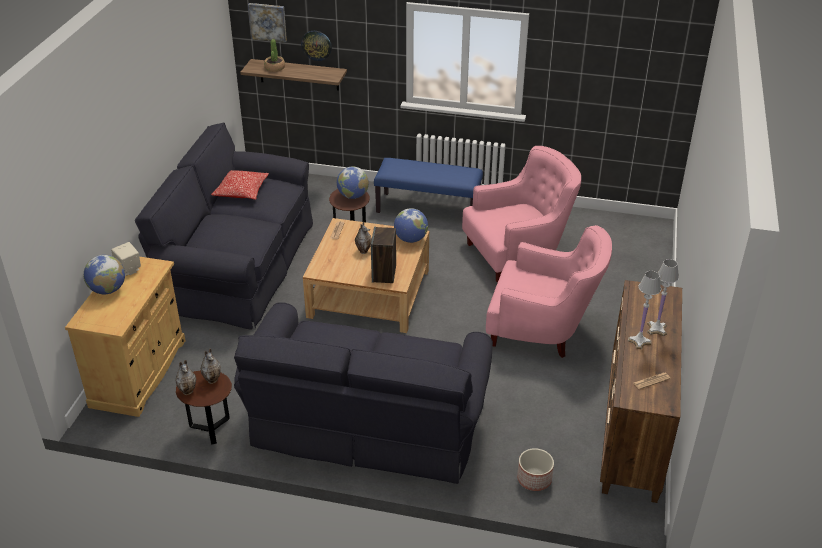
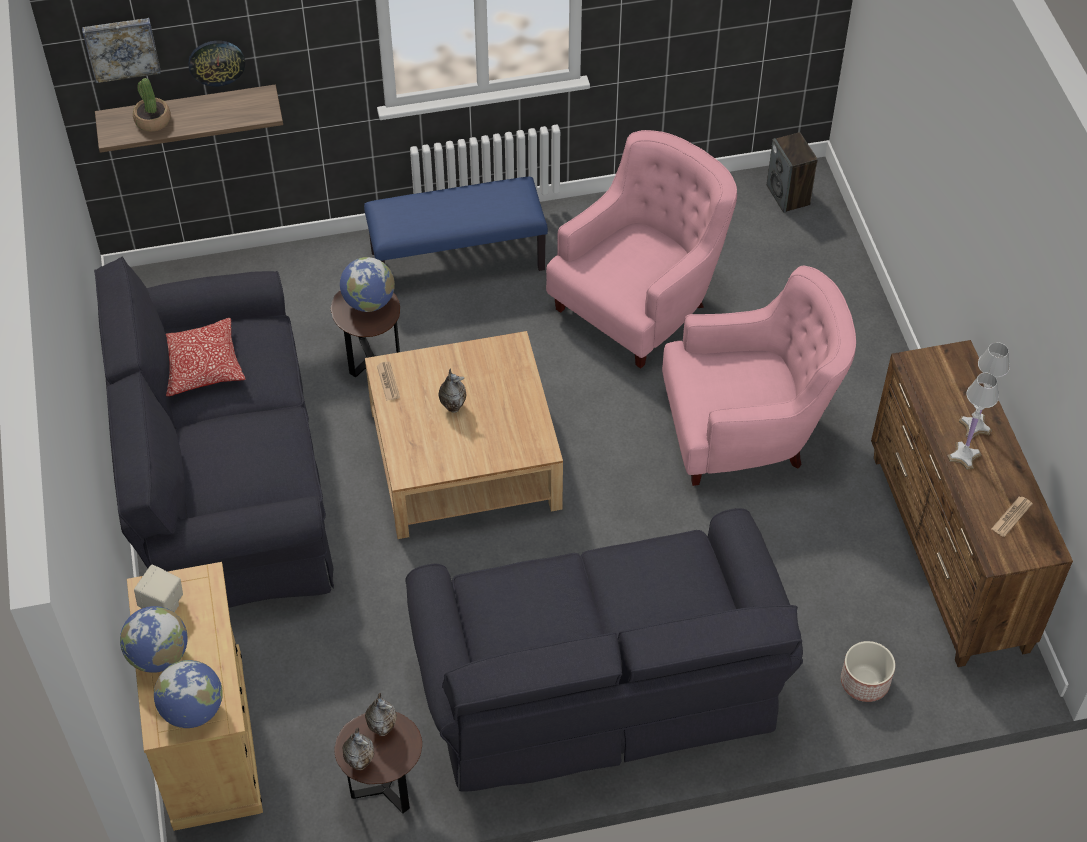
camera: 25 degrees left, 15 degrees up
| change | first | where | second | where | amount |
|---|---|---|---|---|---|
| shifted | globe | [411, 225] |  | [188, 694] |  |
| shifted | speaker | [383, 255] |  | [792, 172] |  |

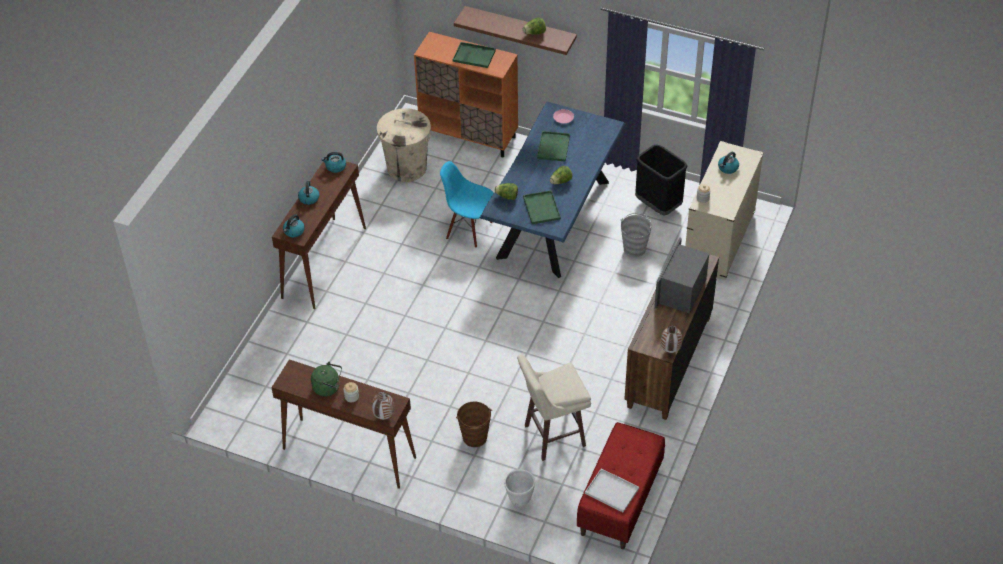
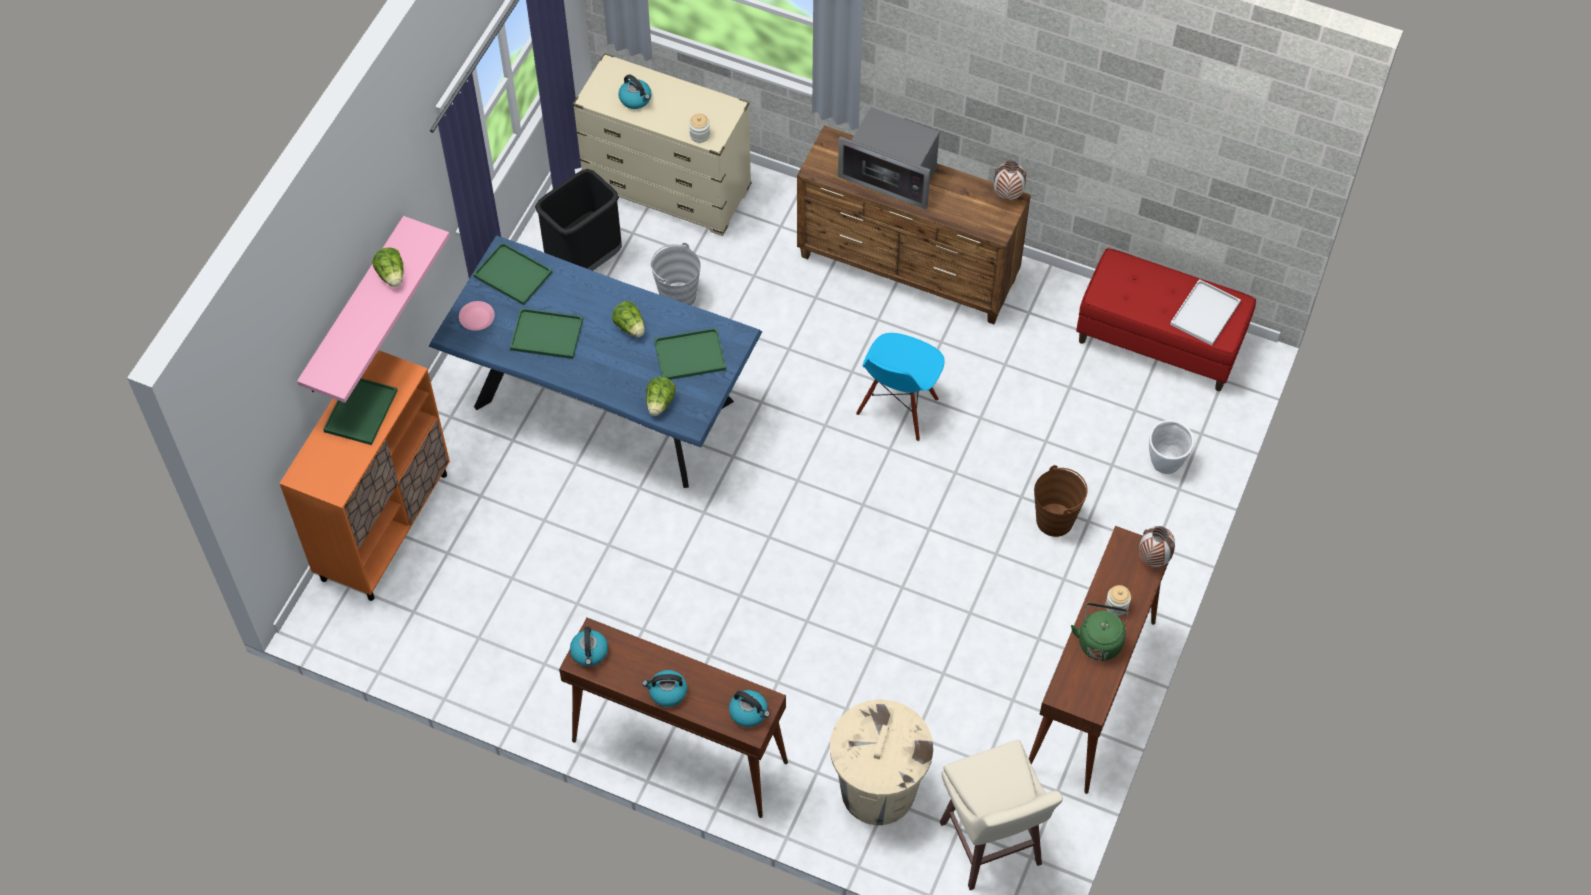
camera: 90 degrees left, 10 degrees up
| change | first | where | second | where | amount |
|---|---|---|---|---|---|
| repainted | shelf in brown | [515, 30] | shelf in pink | [373, 309] |  |
| shifted | trash can in beige | [404, 145] |  | [881, 762] |  |
| shifted | chair in blue | [467, 204] |  | [900, 387] |  |
| shifted | stool in beige | [554, 408] |  | [1001, 815] |  |
| new |  |  | tray in green | [512, 273] |  |

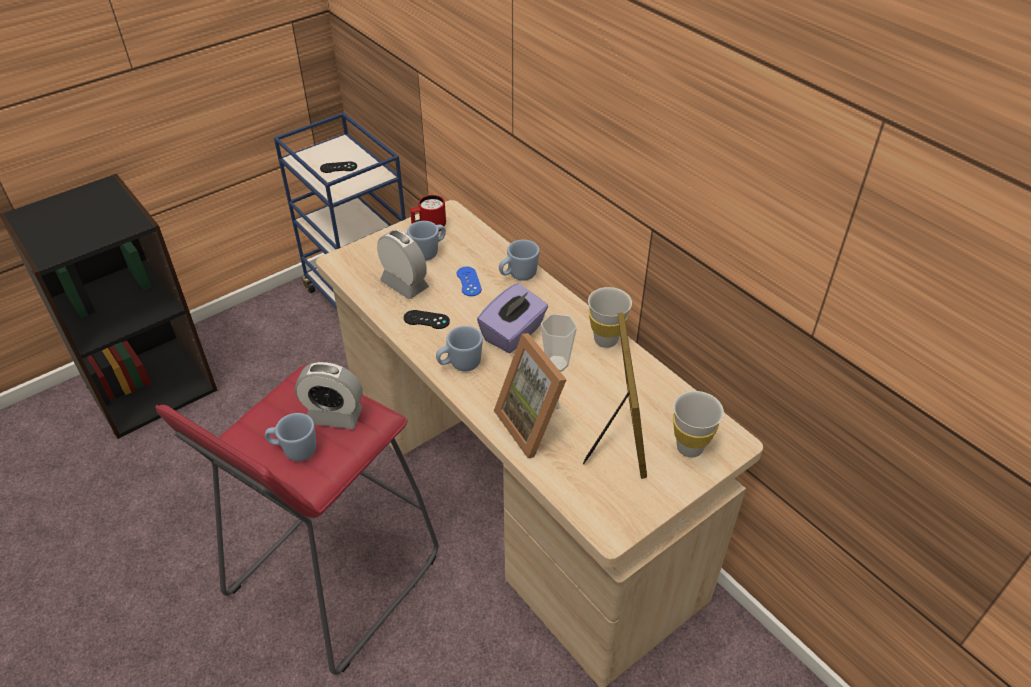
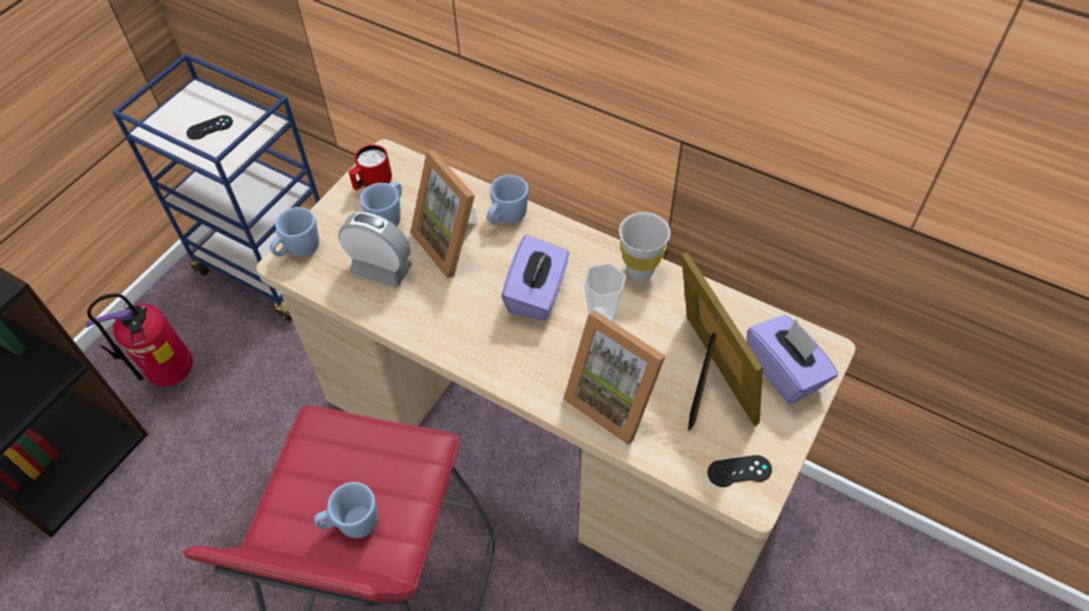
camera: 20 degrees left, 10 degrees up
| change | first | where | second | where | amount |
|---|---|---|---|---|---|
| swapped | game controller in blue | [469, 281] | picture frame | [444, 214] |  |
| shifted | game controller in black | [427, 319] |  | [739, 471] |  |
| shifted | mug in blue | [459, 348] |  | [294, 232] |  |
| gone | alarm clock | [329, 395] |  |  |  |
| swapped | cup in white | [698, 424] | tissue box in purple | [792, 359] |  |
| new |  |  | fire extinguisher | [139, 339] |  |

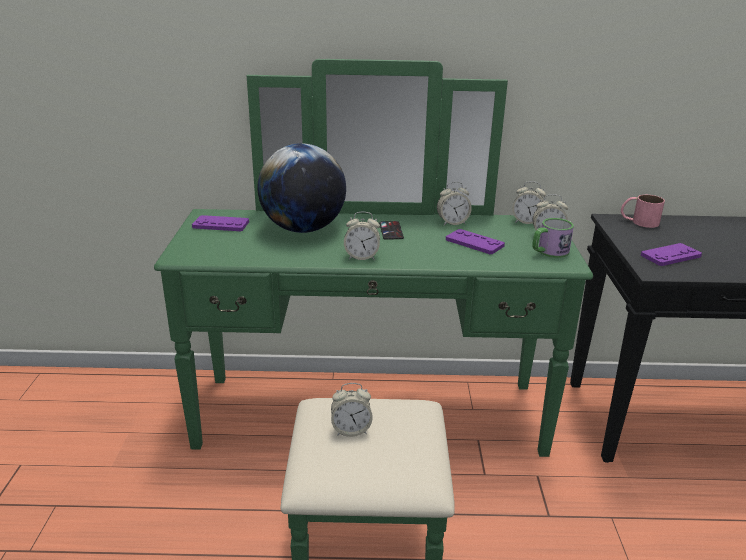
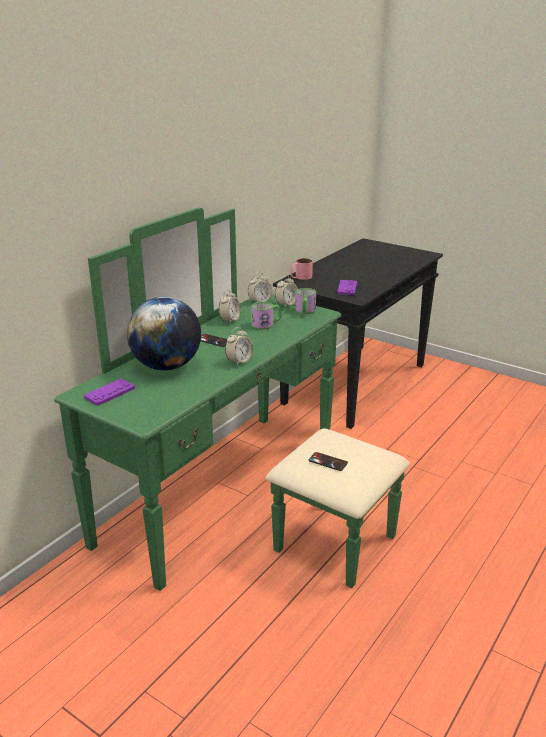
camera: 55 degrees left, 0 degrees up
| change | first | where | second | where | amount |
|---|---|---|---|---|---|
| swapped | game controller in purple | [475, 241] | mug | [266, 316] |  |
| swapped | alarm clock | [352, 410] | phone | [328, 461] |  |

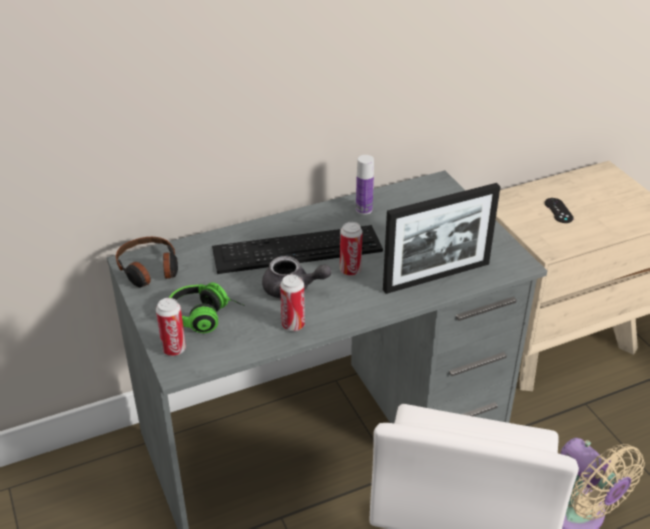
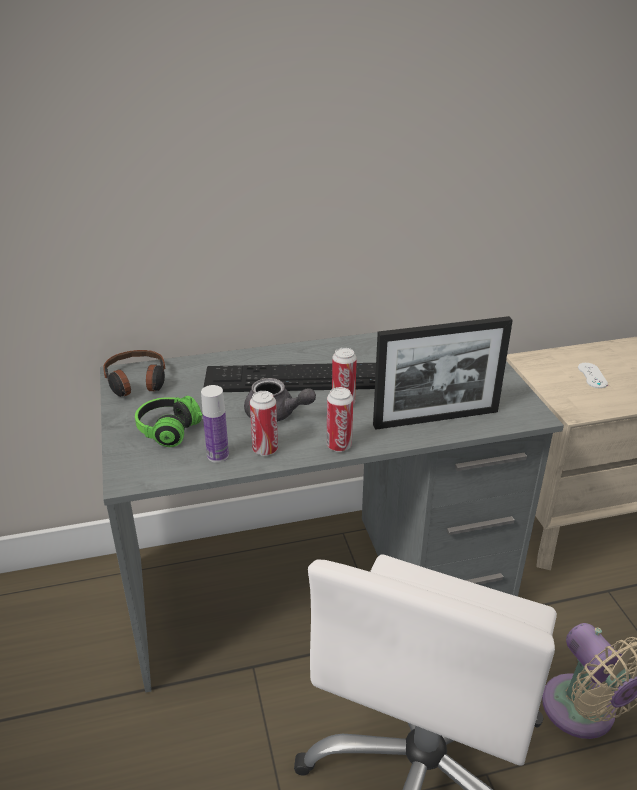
camera: 10 degrees right, 5 degrees down
| change | first | where | second | where | amount |
|---|---|---|---|---|---|
| shifted | bottle | [365, 185] |  | [215, 424] |  |
| repainted | game controller in black | [559, 210] | game controller in white | [593, 375] |  |
| shifted | can | [171, 327] |  | [340, 419] |  |

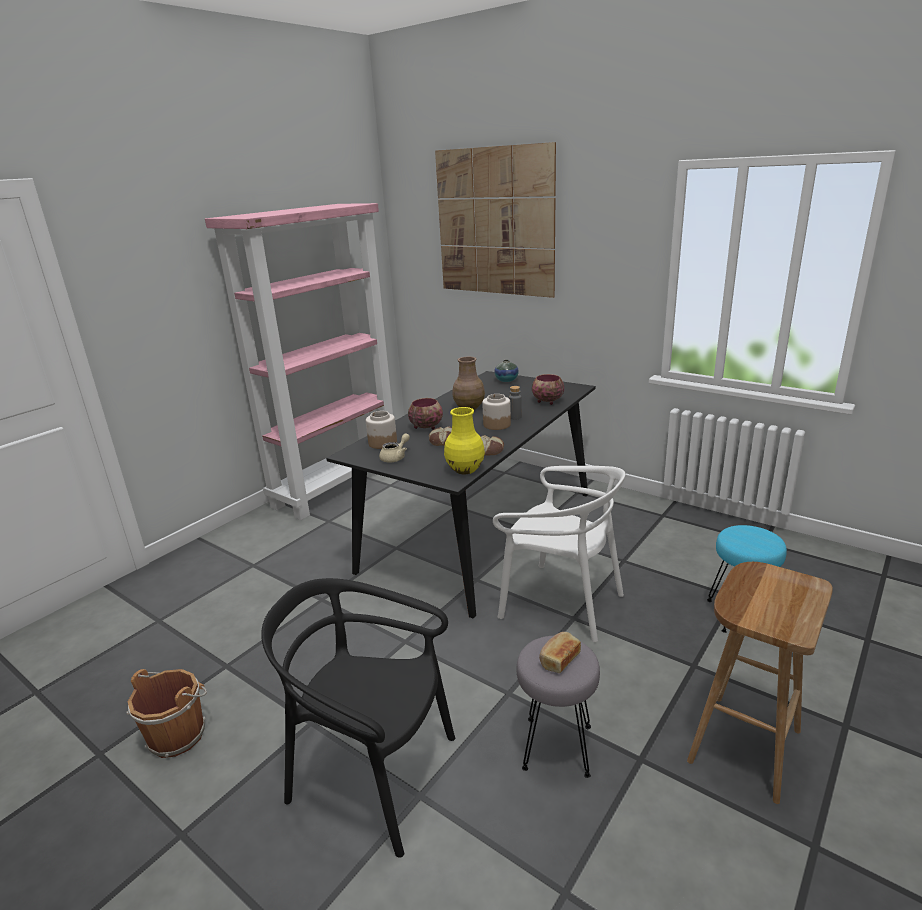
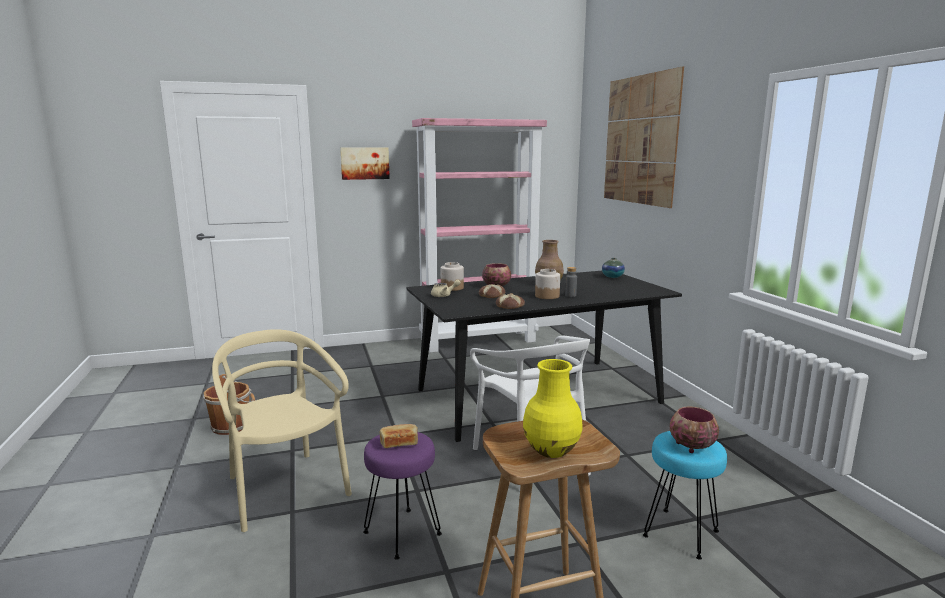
camera: 35 degrees right, 10 degrees down
| change | first | where | second | where | amount |
|---|---|---|---|---|---|
| shifted | bowl | [548, 389] |  | [694, 429] |  |
| shifted | vase in yellow | [464, 440] |  | [553, 408] |  |
| repainted | chair in black | [358, 718] | chair in beige | [282, 430] |  |
| repainted | stool in grey | [558, 707] | stool in purple | [402, 495] |  |
| new |  |  | picture | [365, 164] |  |

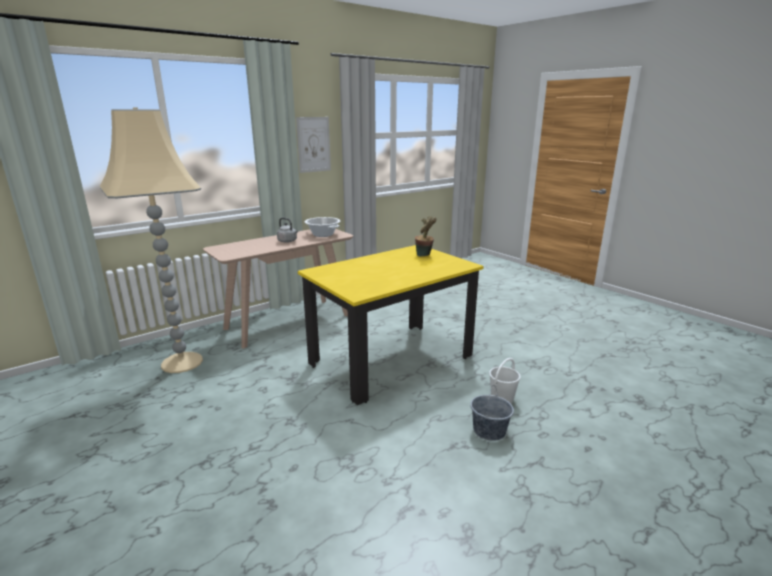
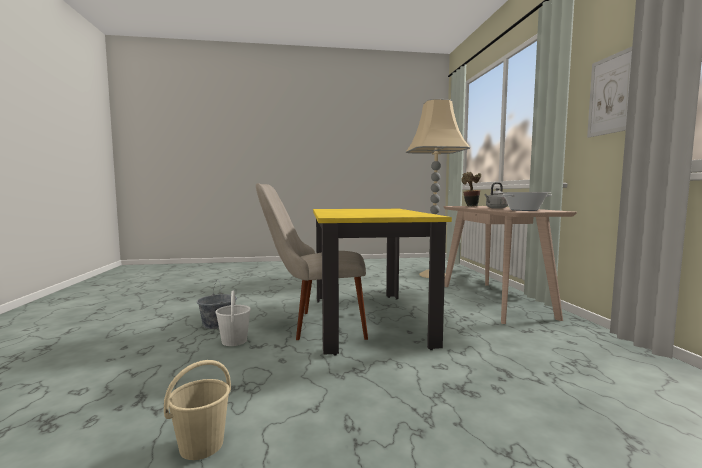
camera: 120 degrees right, 15 degrees down
| change | first | where | second | where | amount |
|---|---|---|---|---|---|
| shifted | potted plant | [425, 236] |  | [471, 189] |  |
| new |  |  | chair in beige | [312, 261] |  |
| new |  |  | bucket in beige | [197, 410] |  |

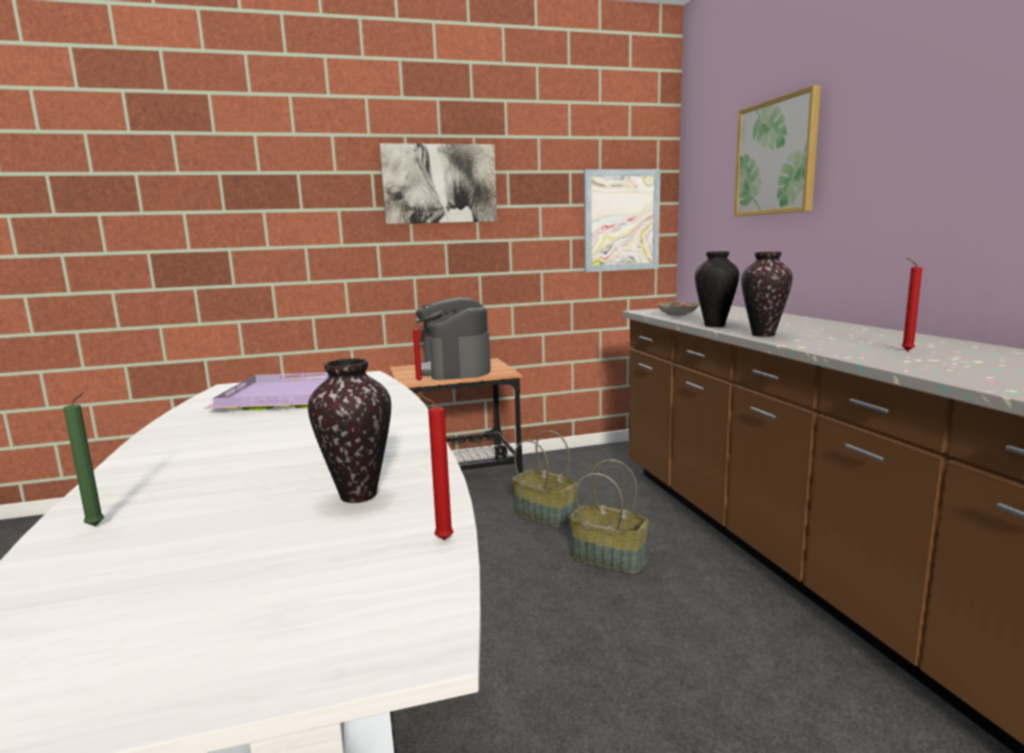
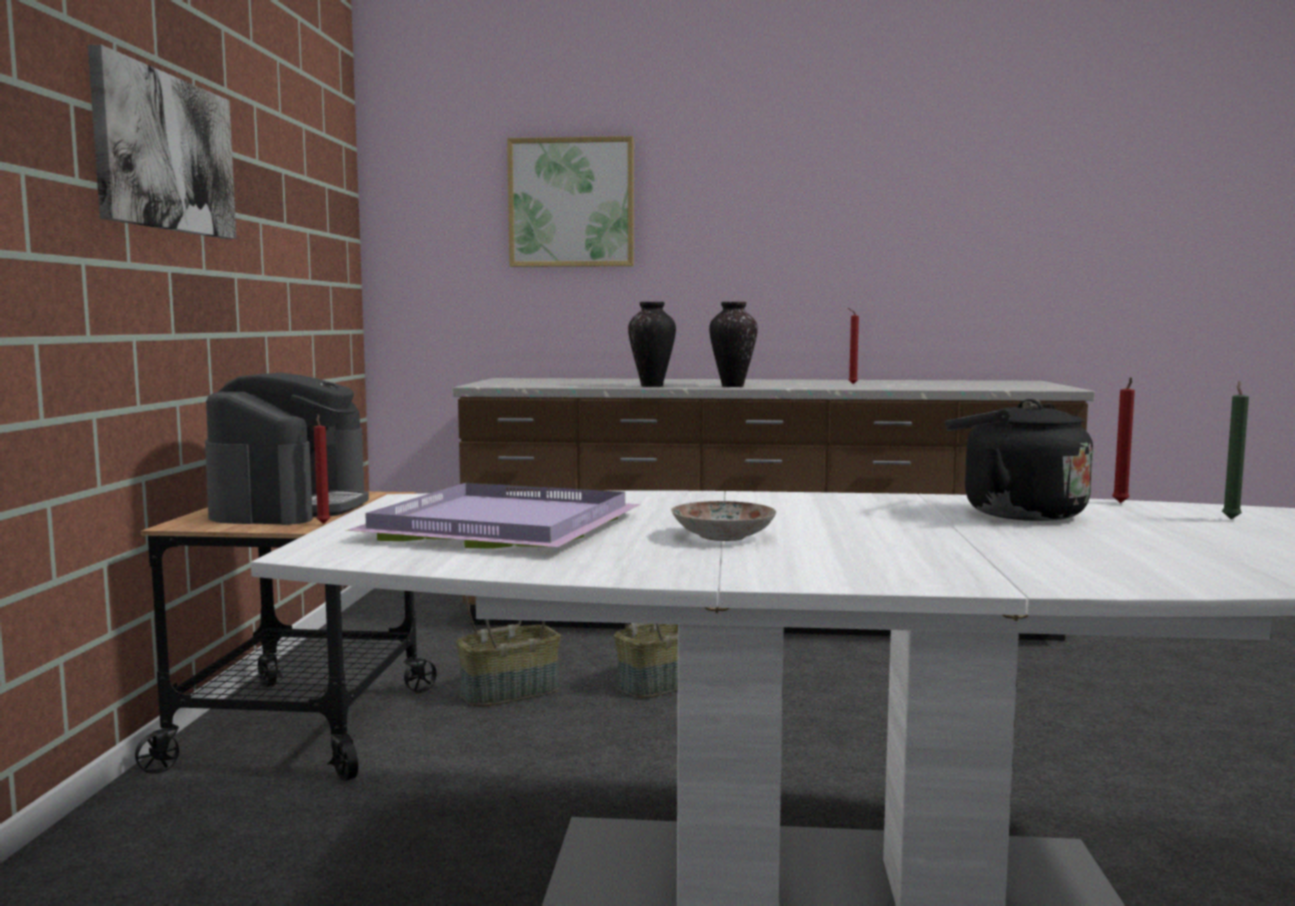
camera: 70 degrees left, 5 degrees down
| change | first | where | second | where | amount |
|---|---|---|---|---|---|
| gone | picture | [622, 220] |  |  |  |
| rotated | coffee machine | [453, 338] |  | [287, 448] | 90 degrees counterclockwise |
| shifted | plate | [678, 309] |  | [723, 521] |  |
| swapped | vase | [349, 430] | kettle in black | [1019, 460] |  |
| shifted | candle in green | [83, 459] |  | [1235, 450] |  |

